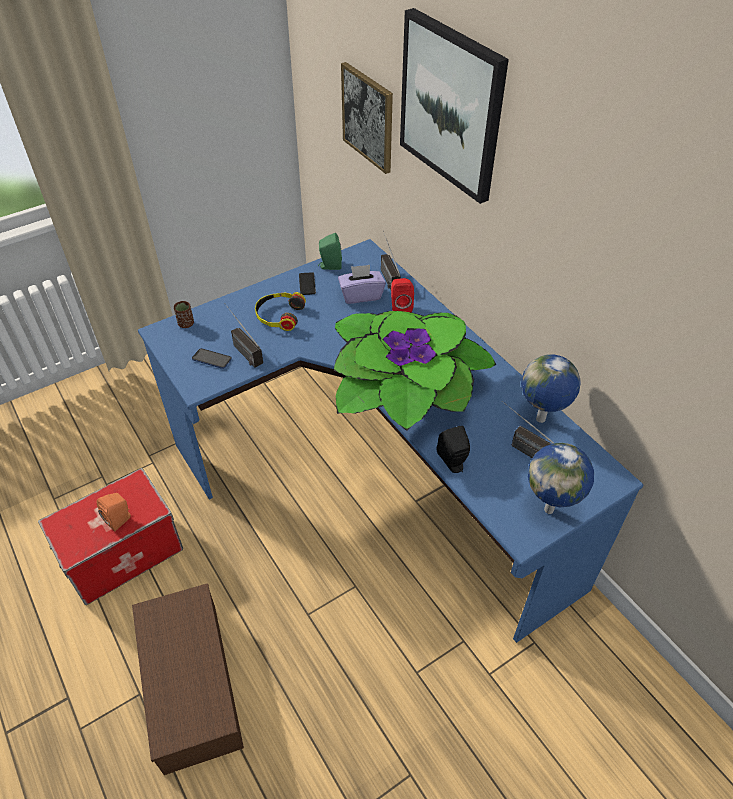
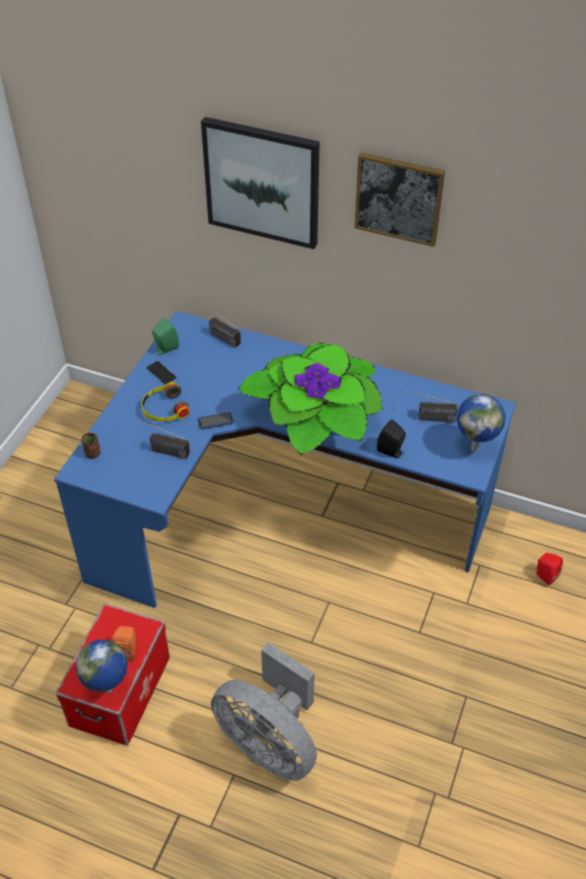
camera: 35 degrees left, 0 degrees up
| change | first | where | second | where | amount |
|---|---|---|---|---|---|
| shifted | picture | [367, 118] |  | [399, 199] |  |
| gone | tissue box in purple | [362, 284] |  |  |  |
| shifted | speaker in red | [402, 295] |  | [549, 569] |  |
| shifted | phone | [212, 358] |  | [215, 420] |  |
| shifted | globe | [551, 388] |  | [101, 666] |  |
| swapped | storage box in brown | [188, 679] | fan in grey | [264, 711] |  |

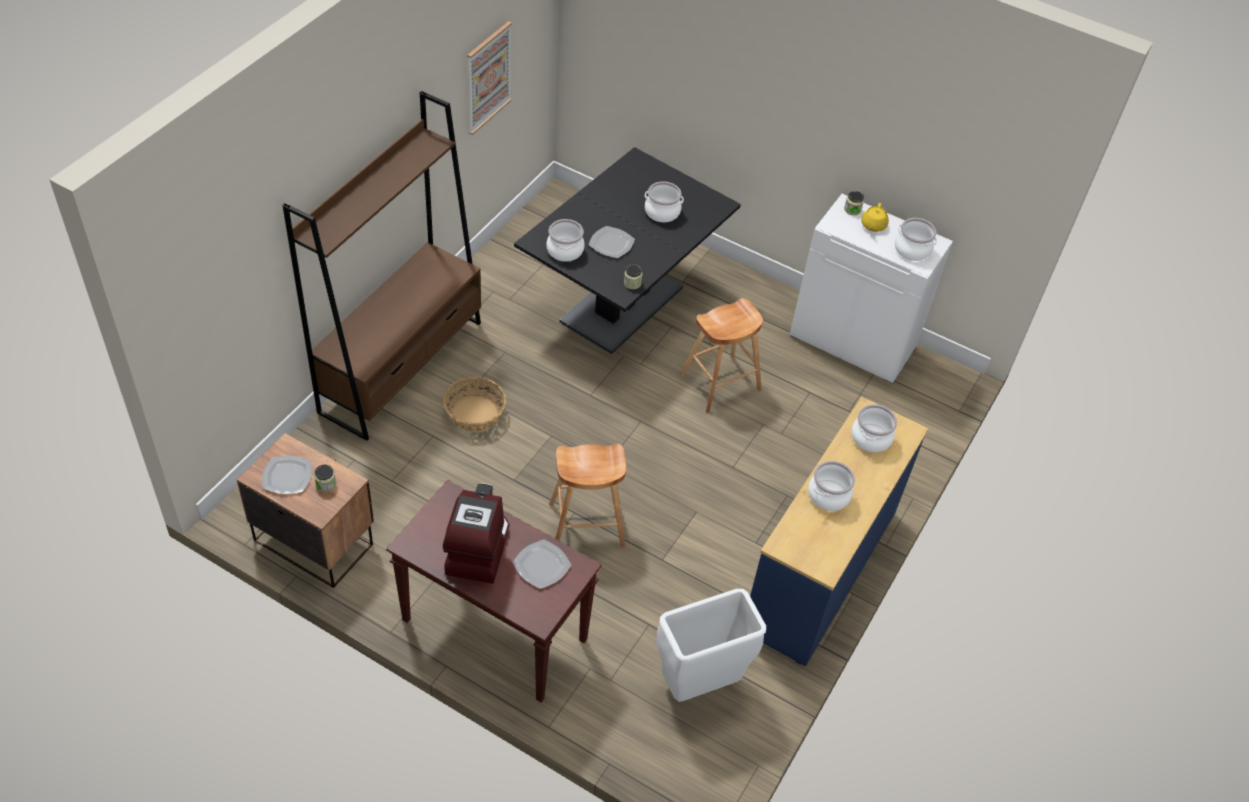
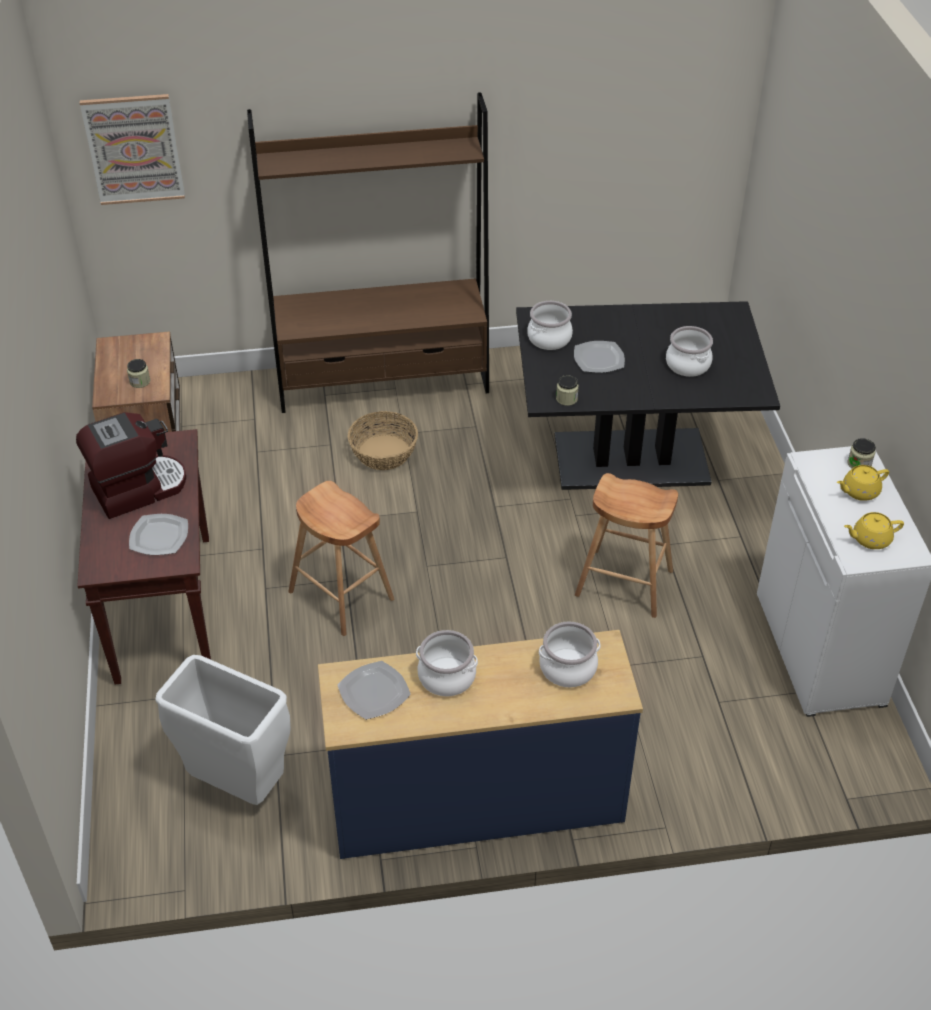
camera: 55 degrees right, 5 degrees down
| change | first | where | second | where | amount |
|---|---|---|---|---|---|
| shifted | picture | [489, 78] |  | [132, 149] |  |
| swapped | cooking pot | [916, 239] | teapot in yellow | [874, 530] |  |
| shifted | plate | [287, 475] |  | [374, 690] |  |

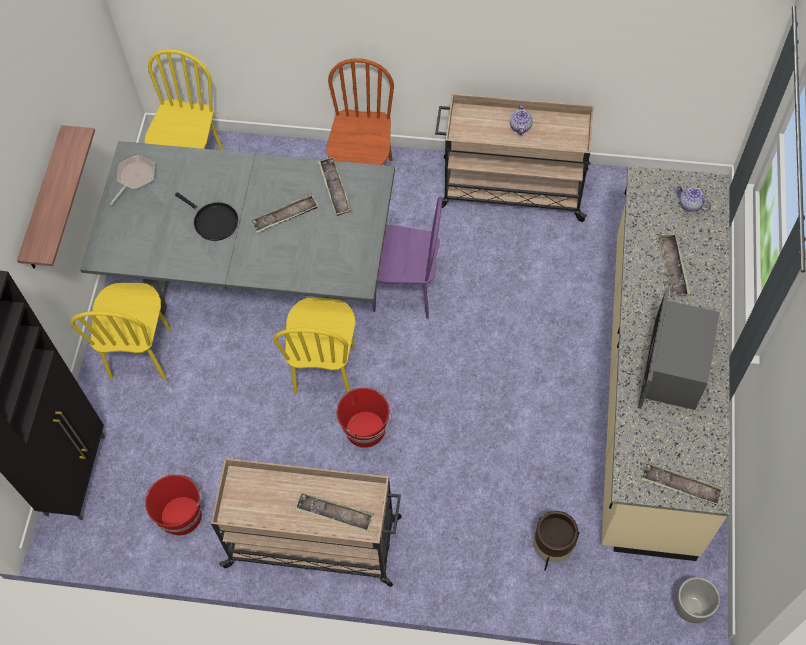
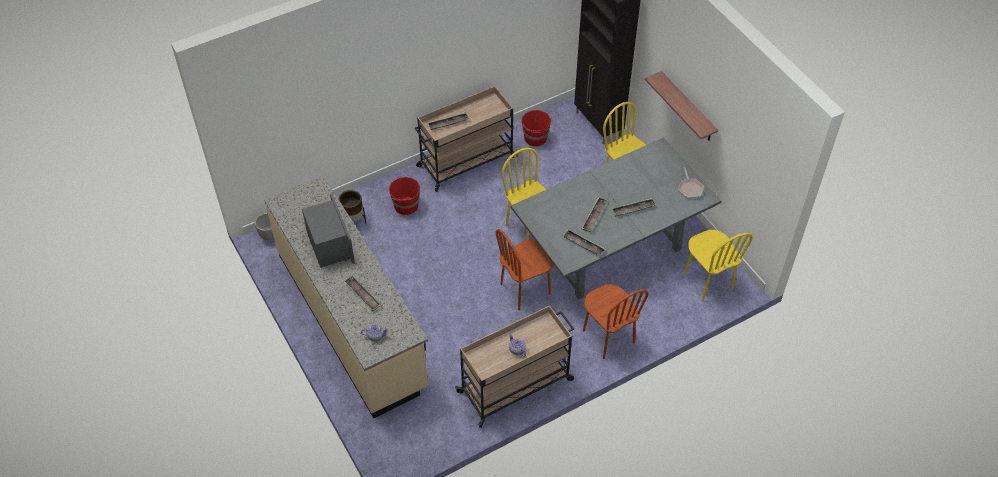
camera: 140 degrees right, 10 degrees down
| change | first | where | second | where | amount |
|---|---|---|---|---|---|
| gone | frying pan in black | [206, 216] |  |  |  |
| repainted | chair in purple | [407, 257] | chair in brown | [525, 269] |  |
| shifted | bucket in red | [364, 418] |  | [404, 195] |  |
| shifted | tray | [682, 484] |  | [633, 207] |  |

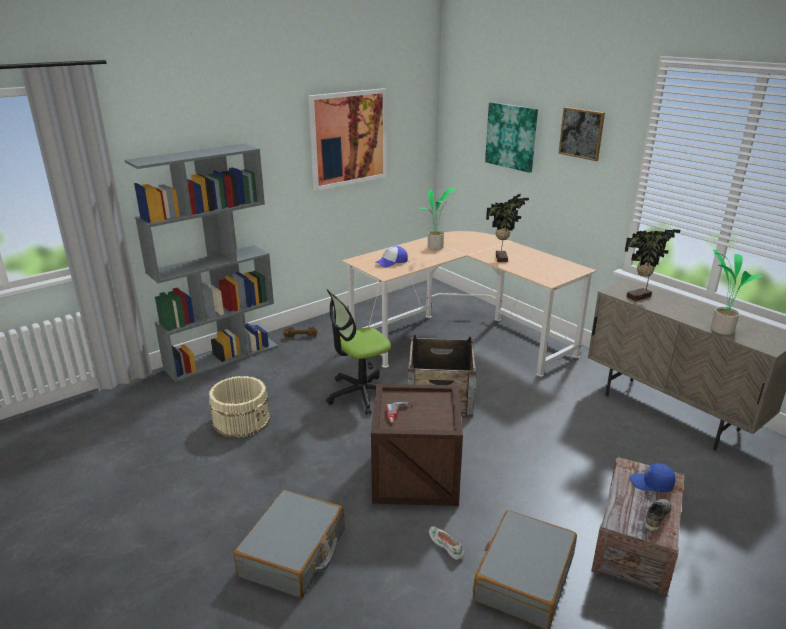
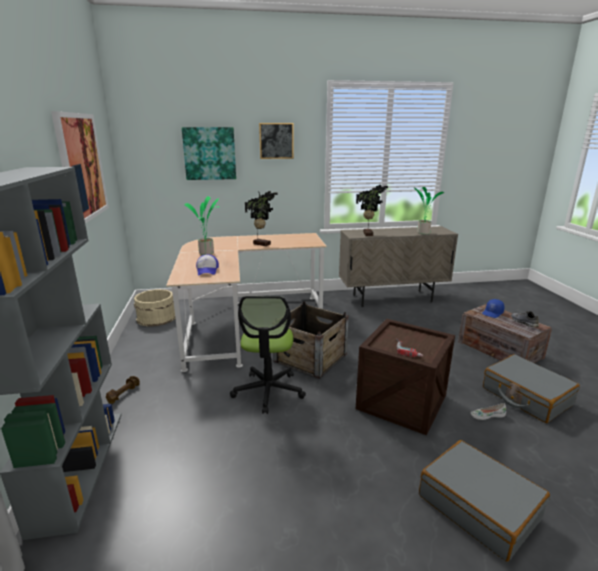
camera: 60 degrees left, 5 degrees down
| change | first | where | second | where | amount |
|---|---|---|---|---|---|
| shifted | bucket in beige | [239, 407] |  | [154, 308] |  |

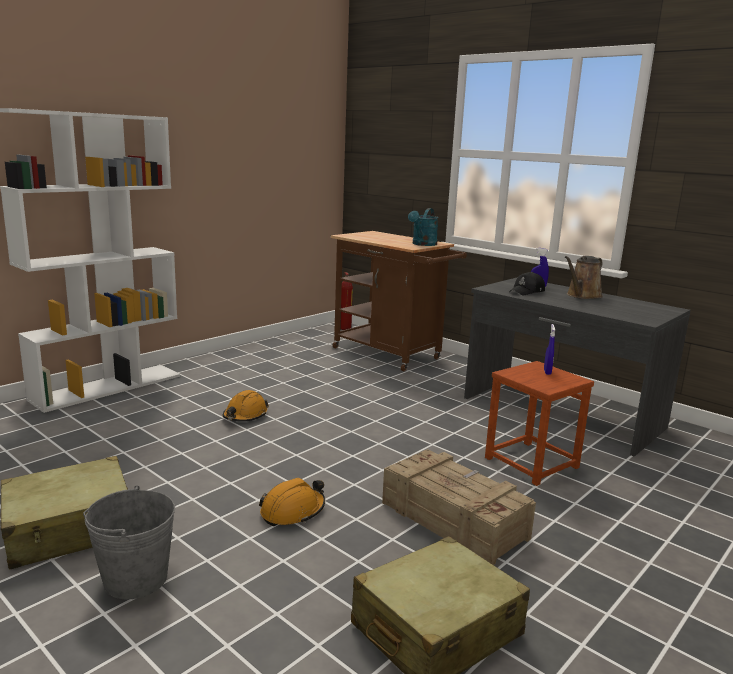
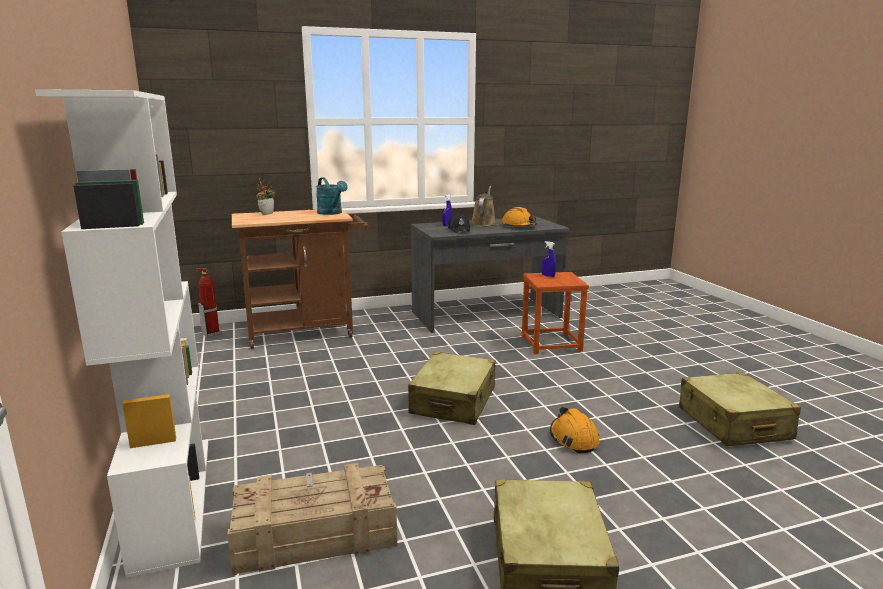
camera: 60 degrees left, 0 degrees up
| change | first | where | second | where | amount |
|---|---|---|---|---|---|
| rotated | watering can in brown | [584, 277] |  | [483, 206] | 150 degrees counterclockwise |
| shifted | hard hat in orange | [246, 405] |  | [519, 217] |  |
| shifted | crate | [459, 507] |  | [312, 519] |  |
| gone | bucket in grey | [129, 542] |  |  |  |
| new |  |  | potted plant | [265, 196] |  |
| new |  |  | suitcase in beige | [451, 388] |  |

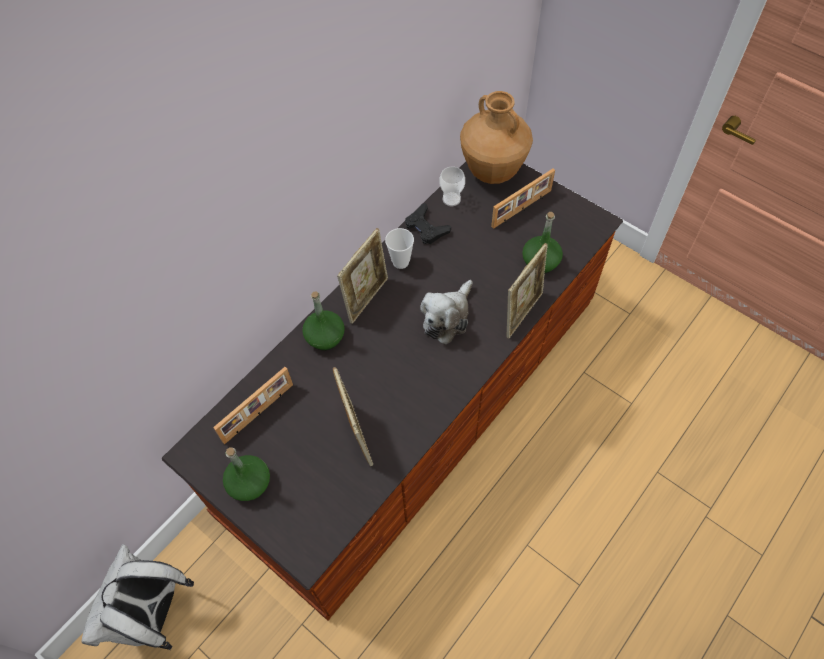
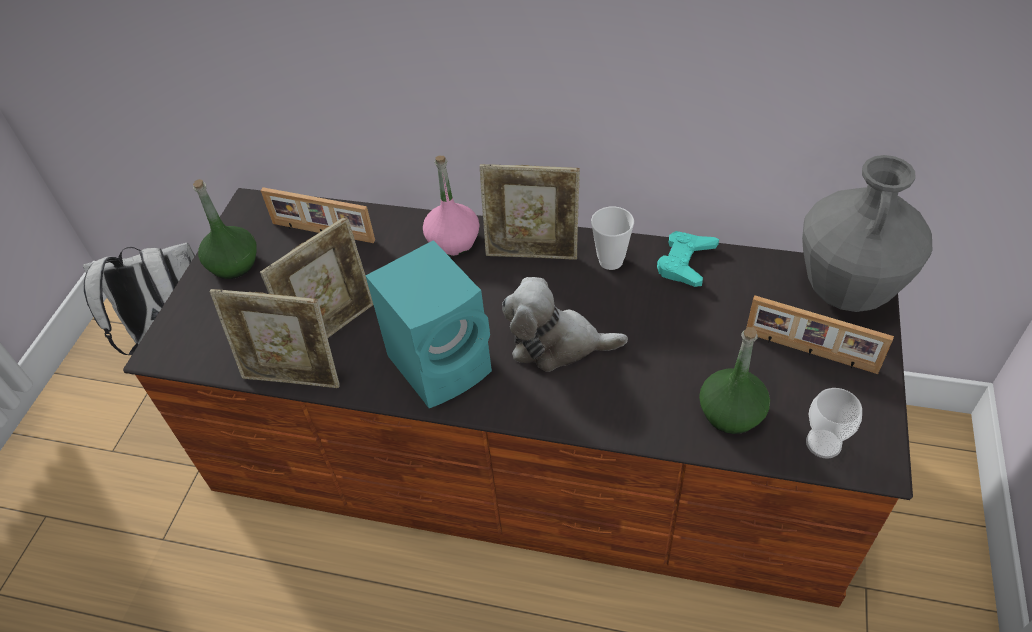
camera: 65 degrees right, 10 degrees down
| change | first | where | second | where | amount |
|---|---|---|---|---|---|
| repainted | vase in brown | [496, 137] | vase in grey | [867, 233] |  |
| shifted | cup | [452, 186] |  | [834, 423] |  |
| repainted | game controller in black | [428, 223] | game controller in turquoise | [688, 259] |  |
| shifted | picture frame | [527, 291] |  | [275, 338] |  |
| repainted | bottle in green | [323, 320] | bottle in pink | [451, 206] |  |
| new |  |  | speaker in turquoise | [429, 324] |  |

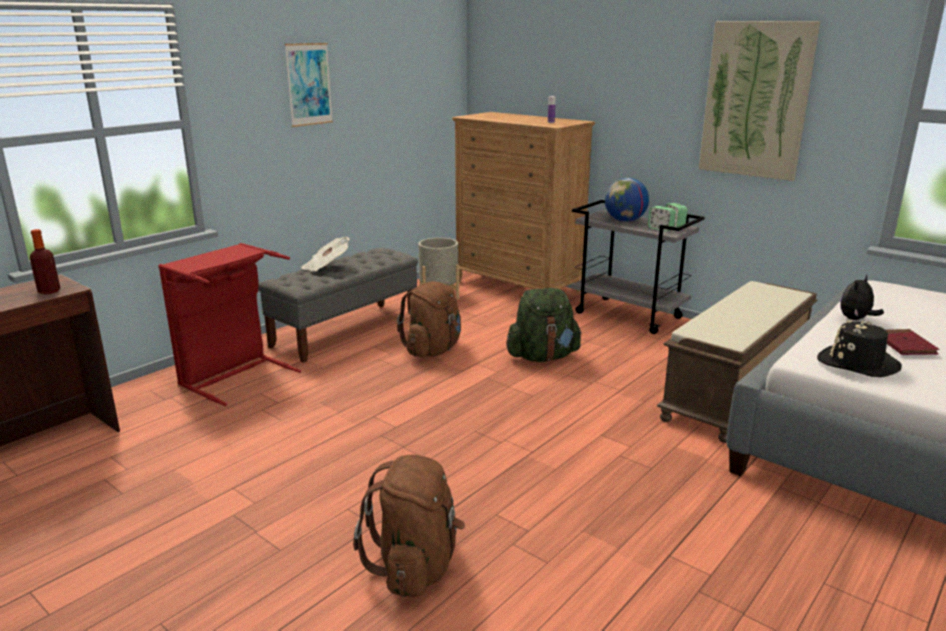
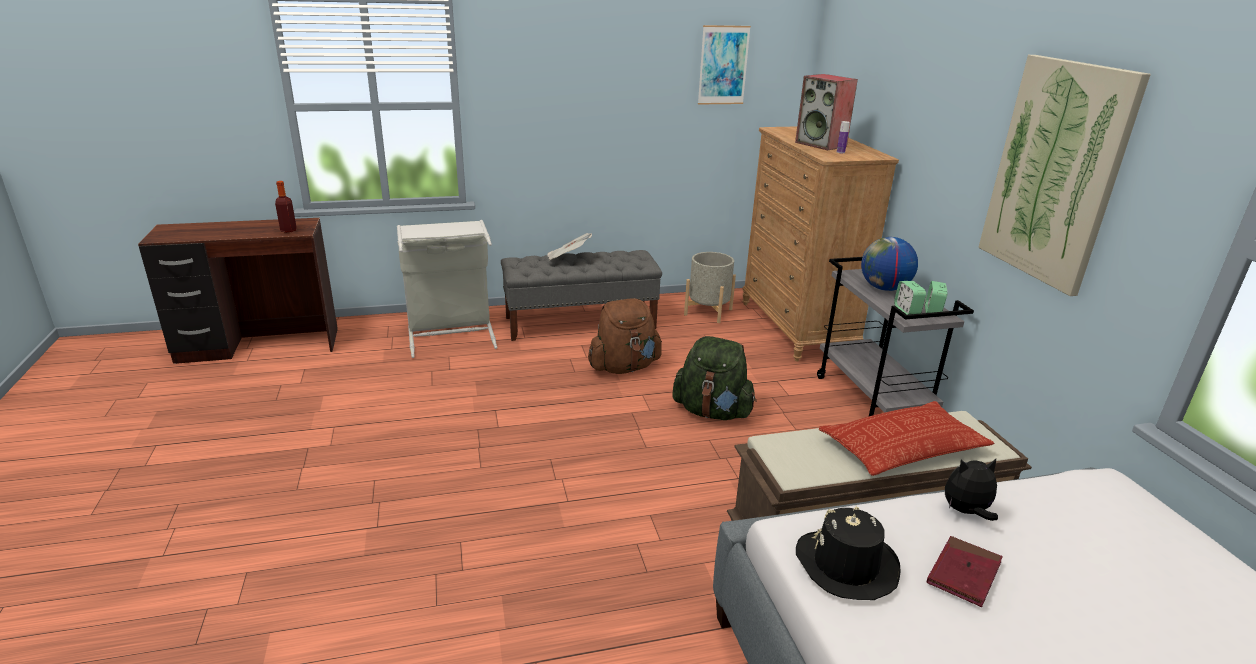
camera: 35 degrees right, 5 degrees up
| change | first | where | second | where | amount |
|---|---|---|---|---|---|
| shifted | picture | [308, 85] |  | [724, 65] |  |
| repainted | laundry basket in red | [229, 324] | laundry basket in grey | [447, 289] |  |
| gone | backpack in brown | [409, 526] |  |  |  |
| new |  |  | speaker | [826, 112] |  |
| new |  |  | pillow | [906, 438] |  |

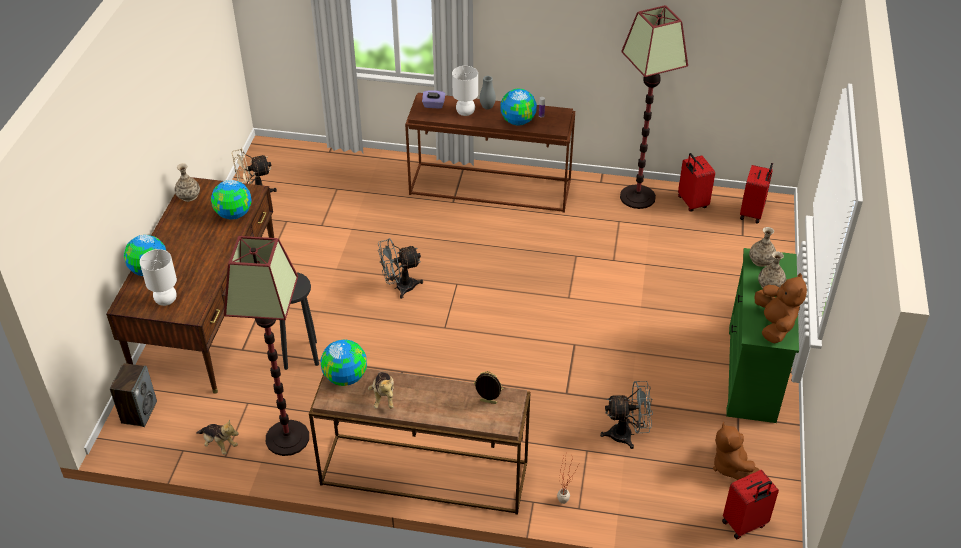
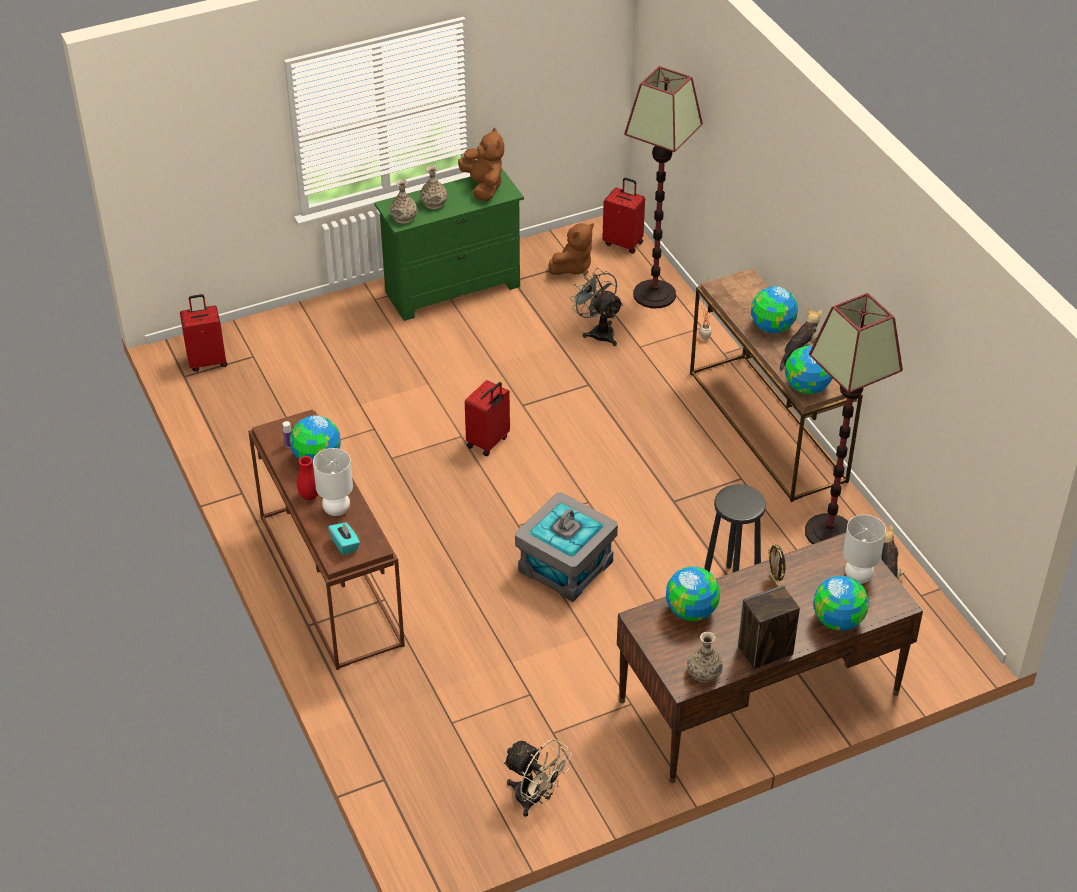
camera: 125 degrees left, 0 degrees up
| change | first | where | second | where | amount |
|---|---|---|---|---|---|
| shifted | floor lamp | [654, 107] |  | [663, 187] |  |
| repainted | vase in grey | [488, 93] | vase in red | [307, 478] |  |
| repainted | tissue box in purple | [433, 99] | tissue box in turquoise | [344, 538] |  |
| shifted | suitcase in red | [696, 182] |  | [487, 418] |  |
| swapped | fan in grey | [400, 268] | storage box in grey | [566, 547] |  |
| rotated | plush toy in brown | [780, 308] |  | [481, 164] | 105 degrees clockwise |
| shifted | speaker | [133, 395] |  | [769, 627] |  |
| shifted | picture frame | [488, 387] |  | [777, 565] |  |
| new |  |  | globe | [774, 309] |  |

